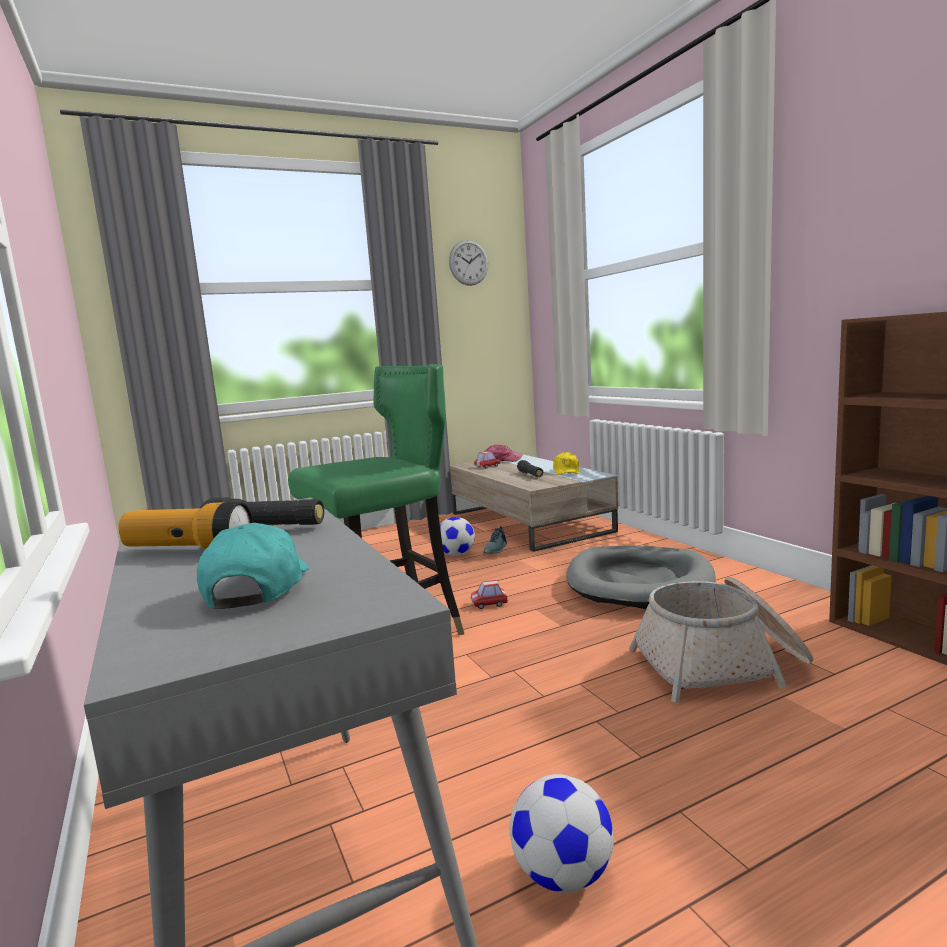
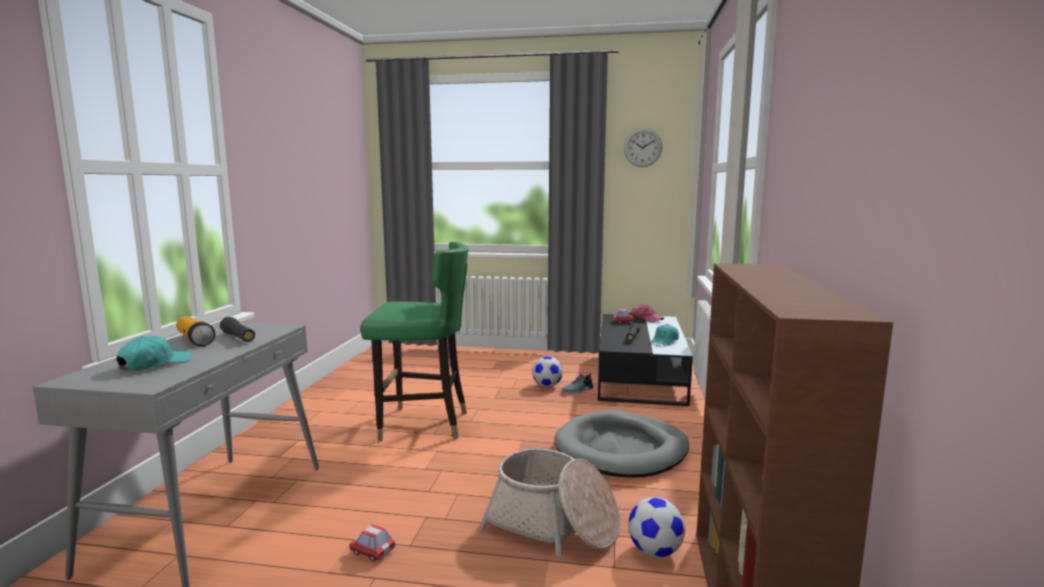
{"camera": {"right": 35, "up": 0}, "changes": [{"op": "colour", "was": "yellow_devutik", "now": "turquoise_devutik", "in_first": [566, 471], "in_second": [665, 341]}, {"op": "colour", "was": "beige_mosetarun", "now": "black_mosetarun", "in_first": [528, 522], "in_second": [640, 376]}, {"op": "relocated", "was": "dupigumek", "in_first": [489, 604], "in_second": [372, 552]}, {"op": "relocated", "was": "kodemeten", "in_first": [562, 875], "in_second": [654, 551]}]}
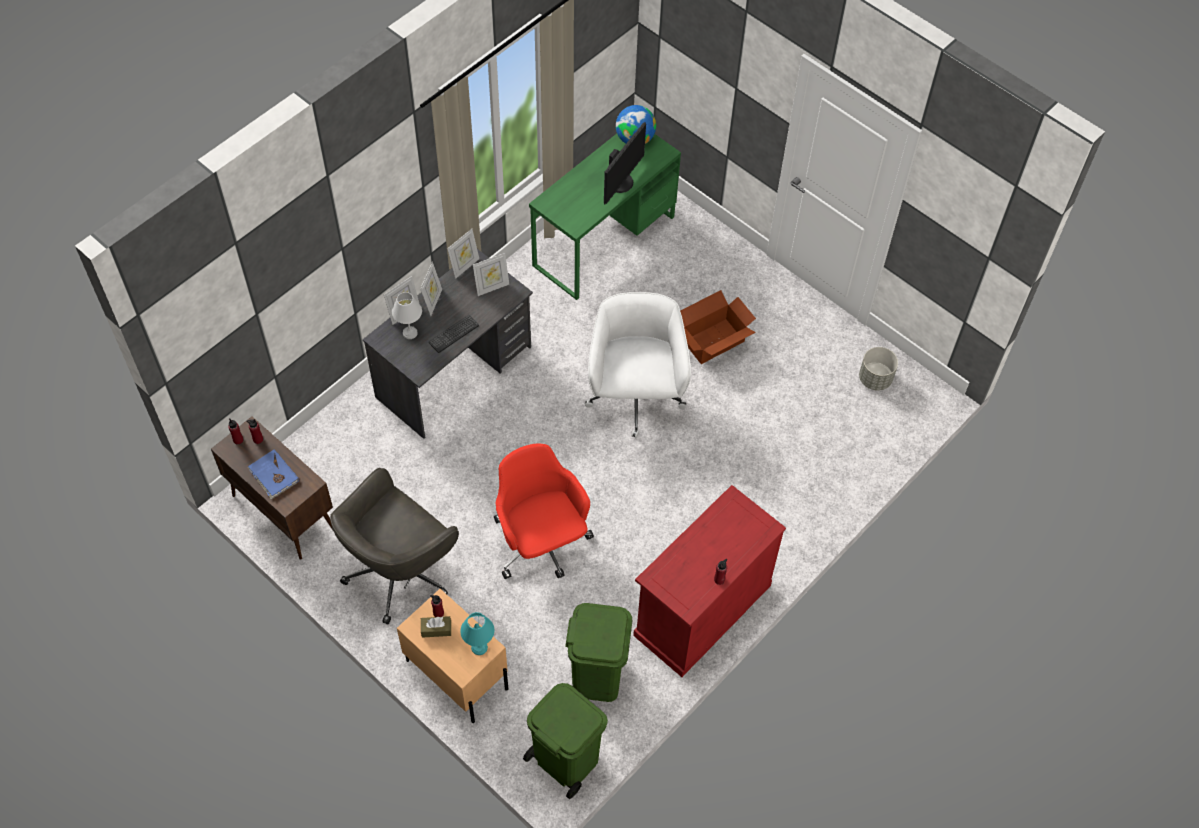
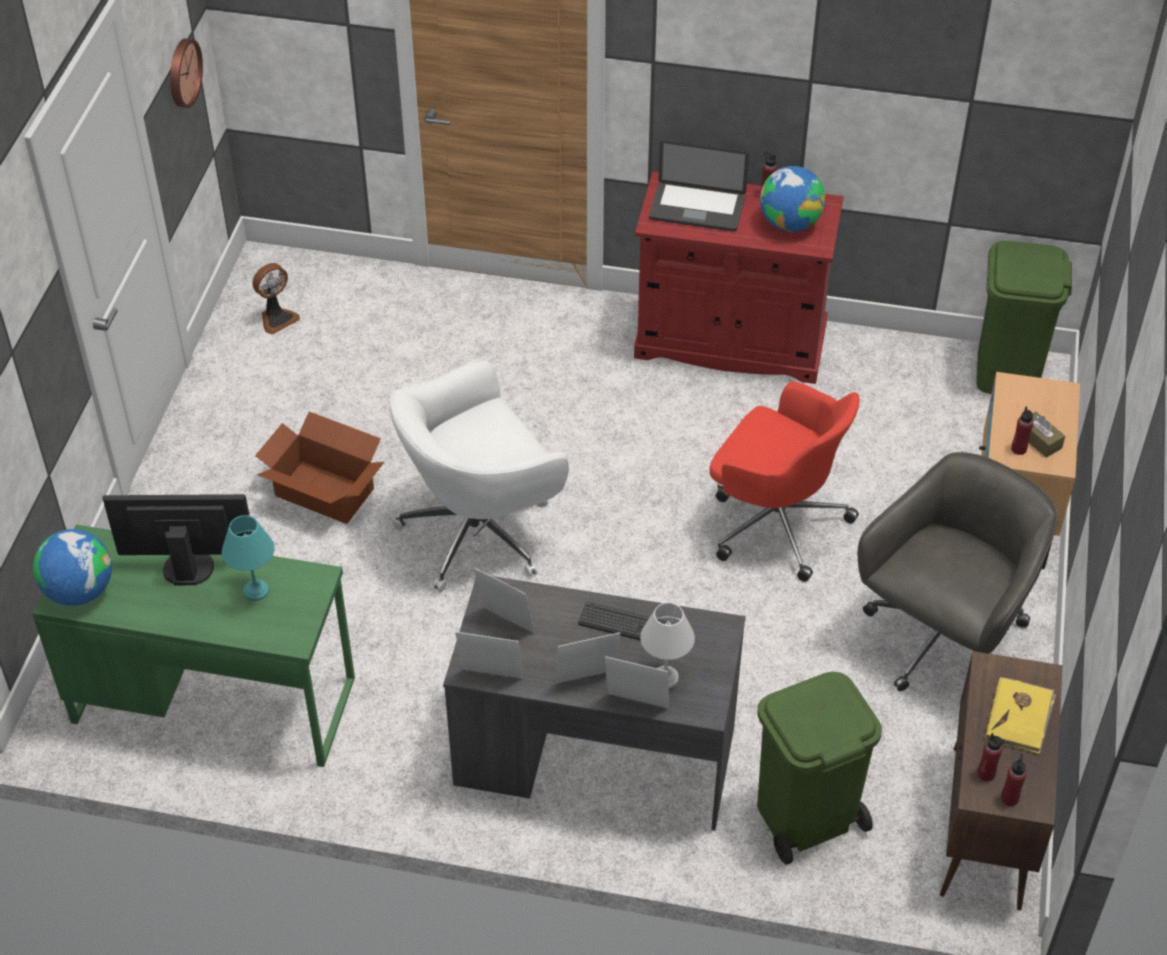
{"camera": {"right": -120, "up": -10}, "changes": [{"op": "exchanged", "was": "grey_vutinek", "now": "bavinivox", "in_first": [875, 379], "in_second": [277, 318]}, {"op": "spun", "was": "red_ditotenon", "in_first": [541, 543], "in_second": [775, 521], "clockwise": -90}, {"op": "colour", "was": "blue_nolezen", "now": "yellow_nolezen", "in_first": [273, 475], "in_second": [1020, 717]}, {"op": "spun", "was": "grey_ditotenon", "in_first": [400, 571], "in_second": [942, 641], "clockwise": -60}, {"op": "relocated", "was": "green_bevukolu", "in_first": [596, 675], "in_second": [805, 816]}, {"op": "relocated", "was": "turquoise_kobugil", "in_first": [480, 648], "in_second": [256, 590]}, {"op": "appeared", "now": "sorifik", "in_second": [182, 72]}, {"op": "appeared", "now": "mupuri", "in_second": [697, 208]}, {"op": "appeared", "now": "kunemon", "in_second": [790, 223]}]}
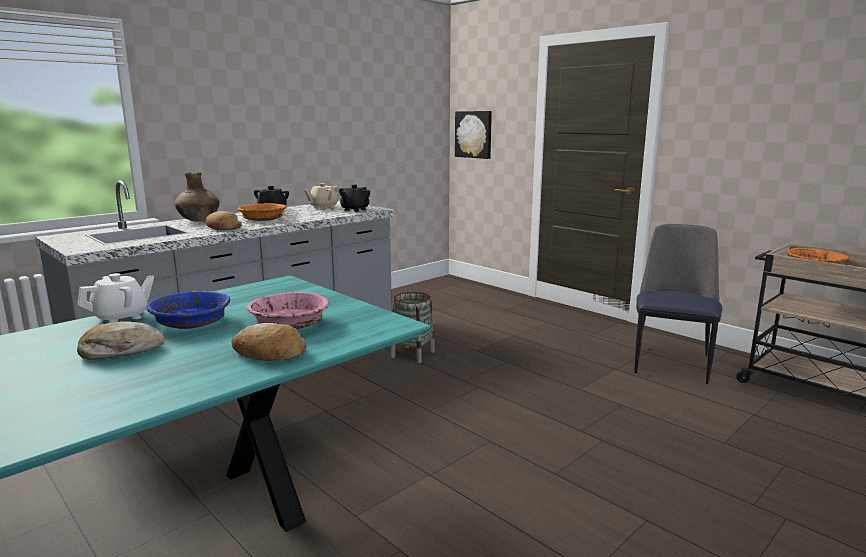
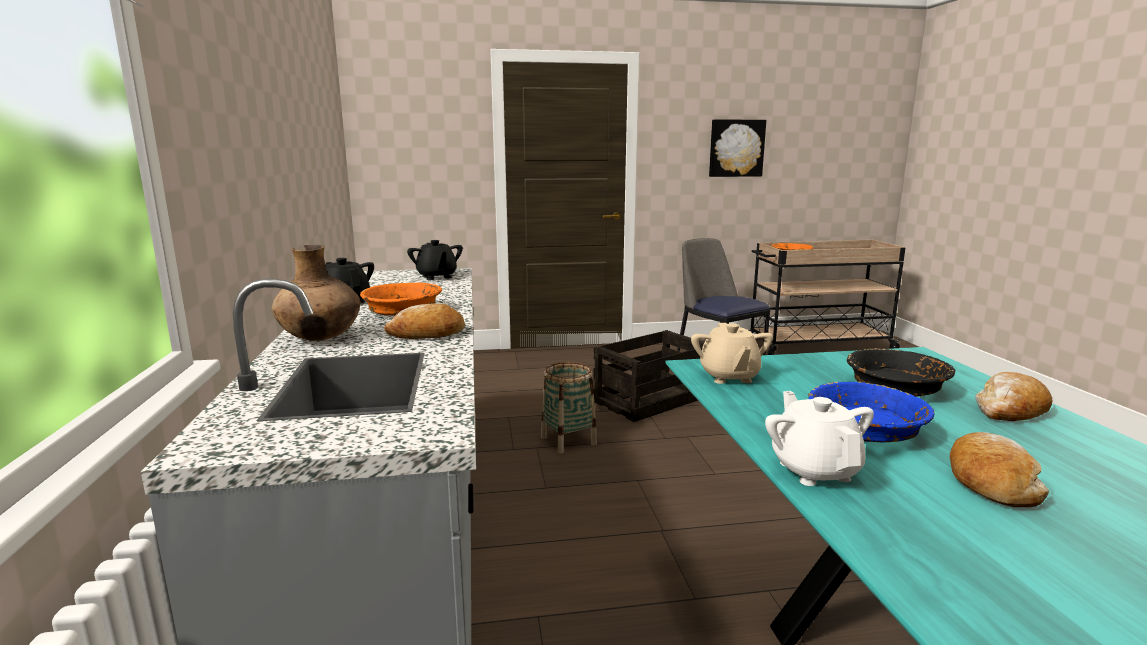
{"camera": {"right": -55, "up": 0}, "changes": [{"op": "relocated", "was": "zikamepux", "in_first": [474, 134], "in_second": [736, 148]}, {"op": "relocated", "was": "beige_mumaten", "in_first": [323, 207], "in_second": [729, 377]}, {"op": "colour", "was": "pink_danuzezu", "now": "black_danuzezu", "in_first": [290, 323], "in_second": [895, 388]}, {"op": "appeared", "now": "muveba", "in_second": [651, 399]}]}
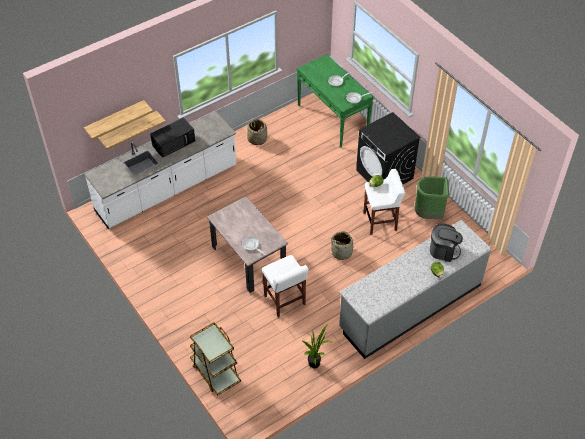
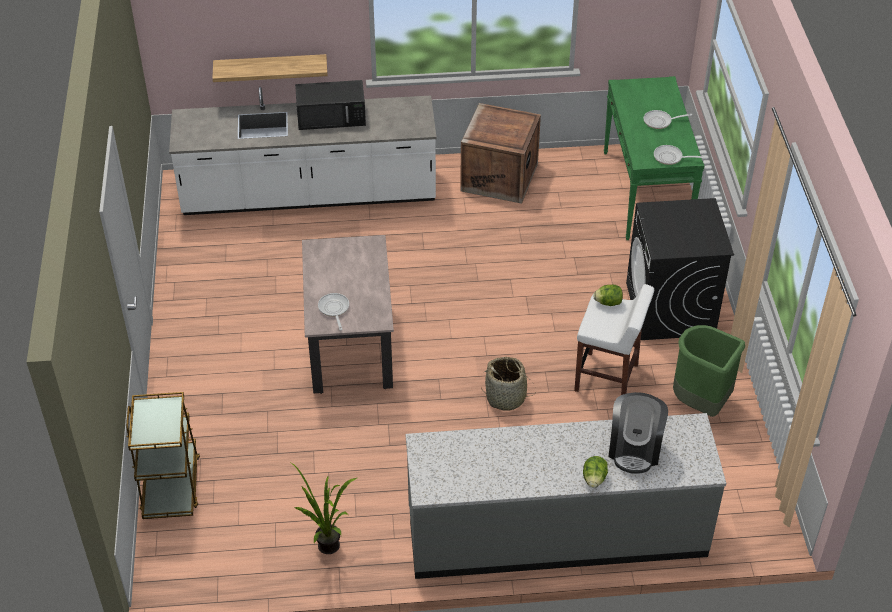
{"camera": {"right": 30, "up": -5}, "changes": [{"op": "missing", "was": "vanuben", "in_first": [115, 119]}, {"op": "exchanged", "was": "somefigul", "now": "muveba", "in_first": [257, 139], "in_second": [500, 176]}, {"op": "spun", "was": "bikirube", "in_first": [443, 250], "in_second": [635, 449], "clockwise": 60}, {"op": "missing", "was": "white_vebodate", "in_first": [285, 301]}]}
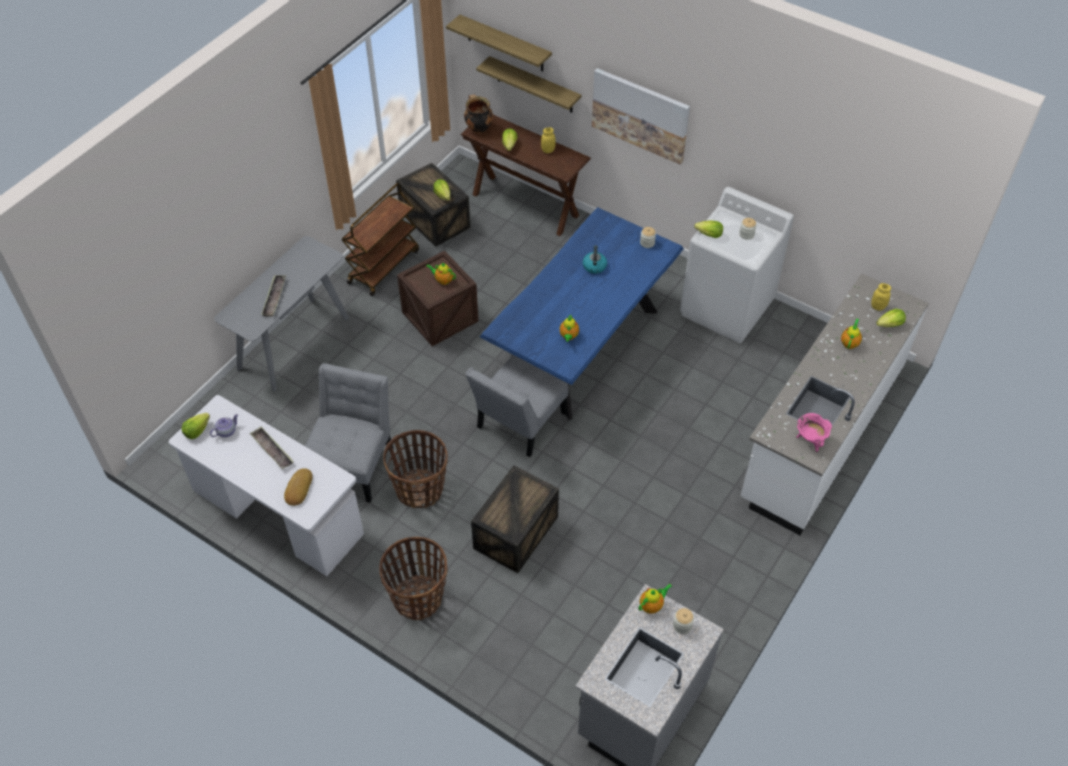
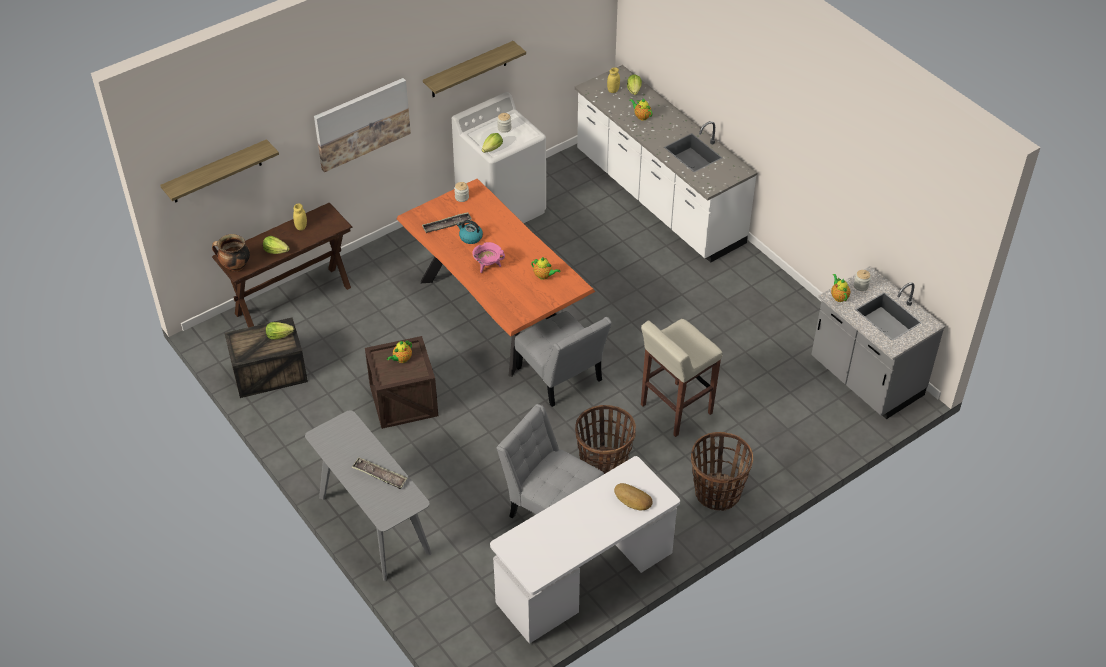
{"camera": {"right": -70, "up": -5}, "changes": [{"op": "relocated", "was": "vanuben", "in_first": [534, 85], "in_second": [469, 70]}, {"op": "missing", "was": "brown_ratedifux", "in_first": [383, 266]}, {"op": "colour", "was": "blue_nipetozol", "now": "orange_nipetozol", "in_first": [582, 347], "in_second": [496, 311]}, {"op": "missing", "was": "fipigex", "in_first": [197, 431]}, {"op": "relocated", "was": "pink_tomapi", "in_first": [810, 440], "in_second": [488, 266]}, {"op": "missing", "was": "mumaten", "in_first": [226, 431]}, {"op": "relocated", "was": "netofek", "in_first": [272, 450], "in_second": [447, 225]}, {"op": "exchanged", "was": "muveba", "now": "beige_vebodate", "in_first": [516, 531], "in_second": [675, 409]}]}
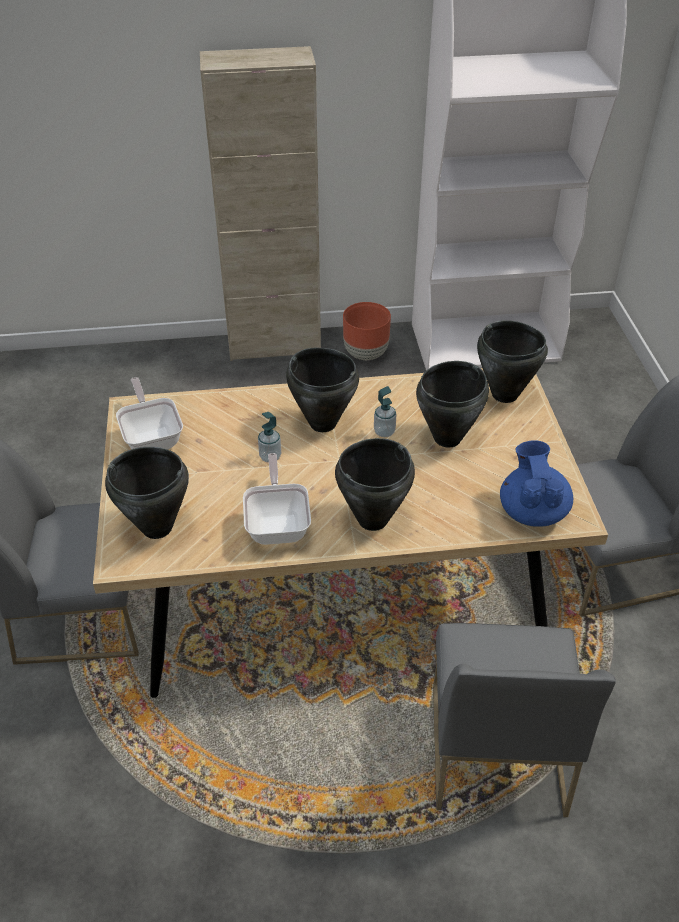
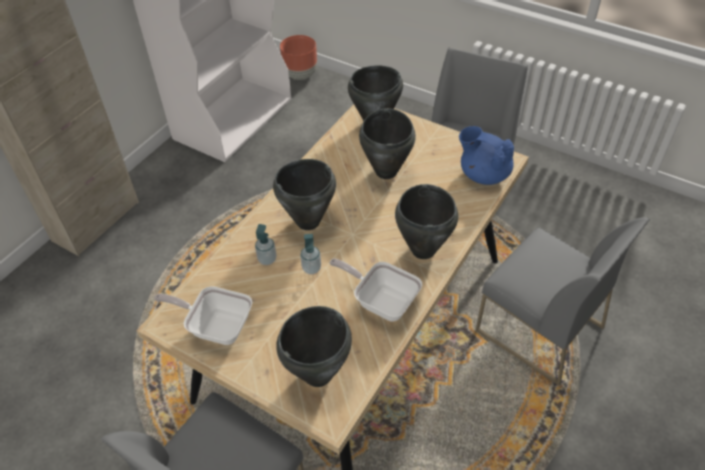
{"camera": {"right": -50, "up": 5}, "changes": [{"op": "relocated", "was": "brown_vutinek", "in_first": [365, 354], "in_second": [300, 75]}, {"op": "relocated", "was": "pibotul", "in_first": [384, 432], "in_second": [267, 259]}]}
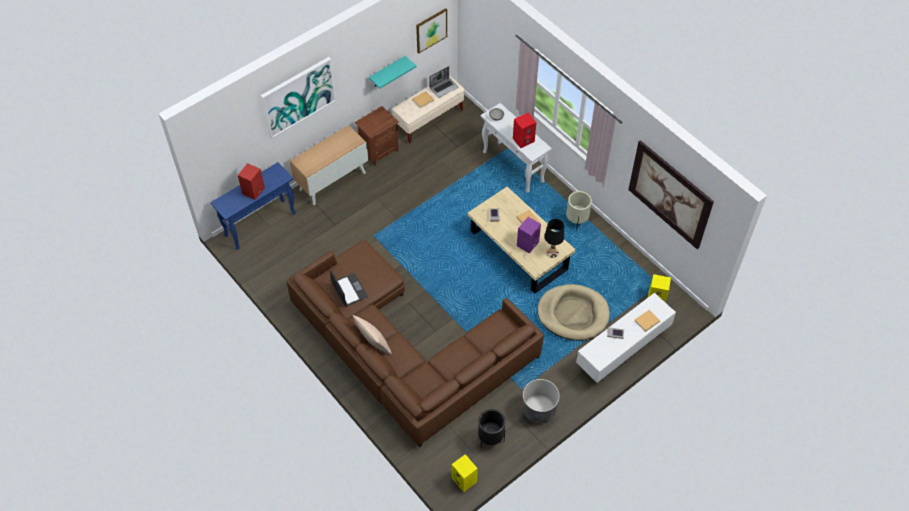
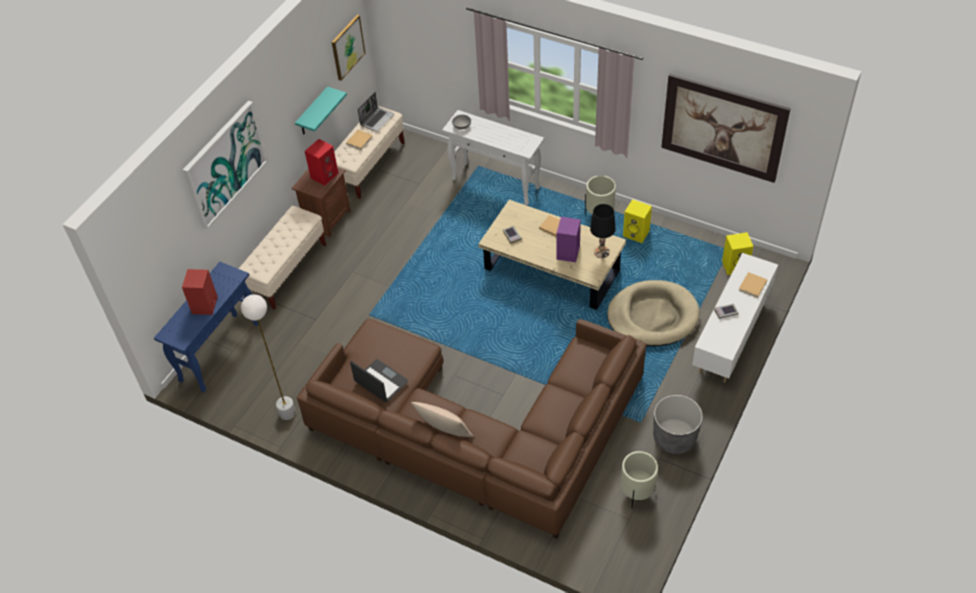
{"camera": {"right": -20, "up": -5}, "changes": [{"op": "relocated", "was": "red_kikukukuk", "in_first": [523, 139], "in_second": [324, 175]}, {"op": "exchanged", "was": "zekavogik", "now": "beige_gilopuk", "in_first": [332, 181], "in_second": [286, 271]}, {"op": "colour", "was": "black_vutinek", "now": "beige_vutinek", "in_first": [490, 438], "in_second": [637, 493]}, {"op": "relocated", "was": "yellow_kikukukuk", "in_first": [465, 480], "in_second": [636, 234]}, {"op": "appeared", "now": "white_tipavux", "in_second": [287, 413]}]}
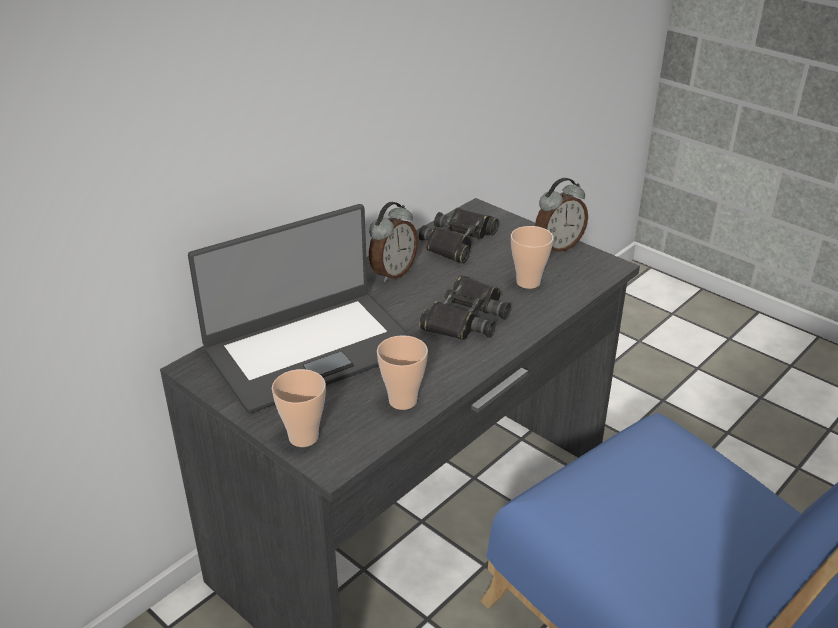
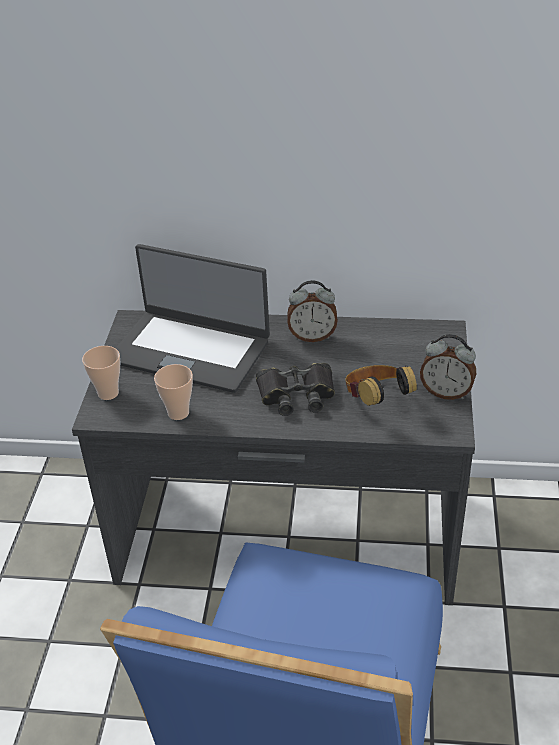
{"camera": {"right": 55, "up": 5}, "changes": [{"op": "missing", "was": "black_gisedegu", "in_first": [457, 242]}, {"op": "exchanged", "was": "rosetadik", "now": "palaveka", "in_first": [528, 282], "in_second": [376, 401]}]}
